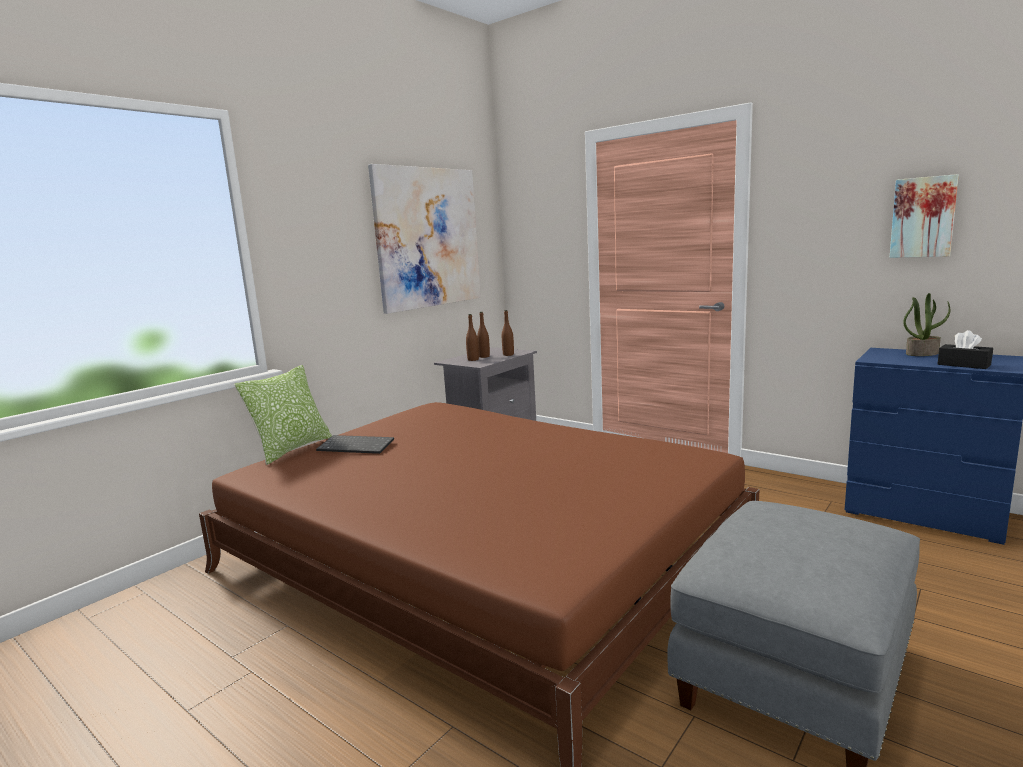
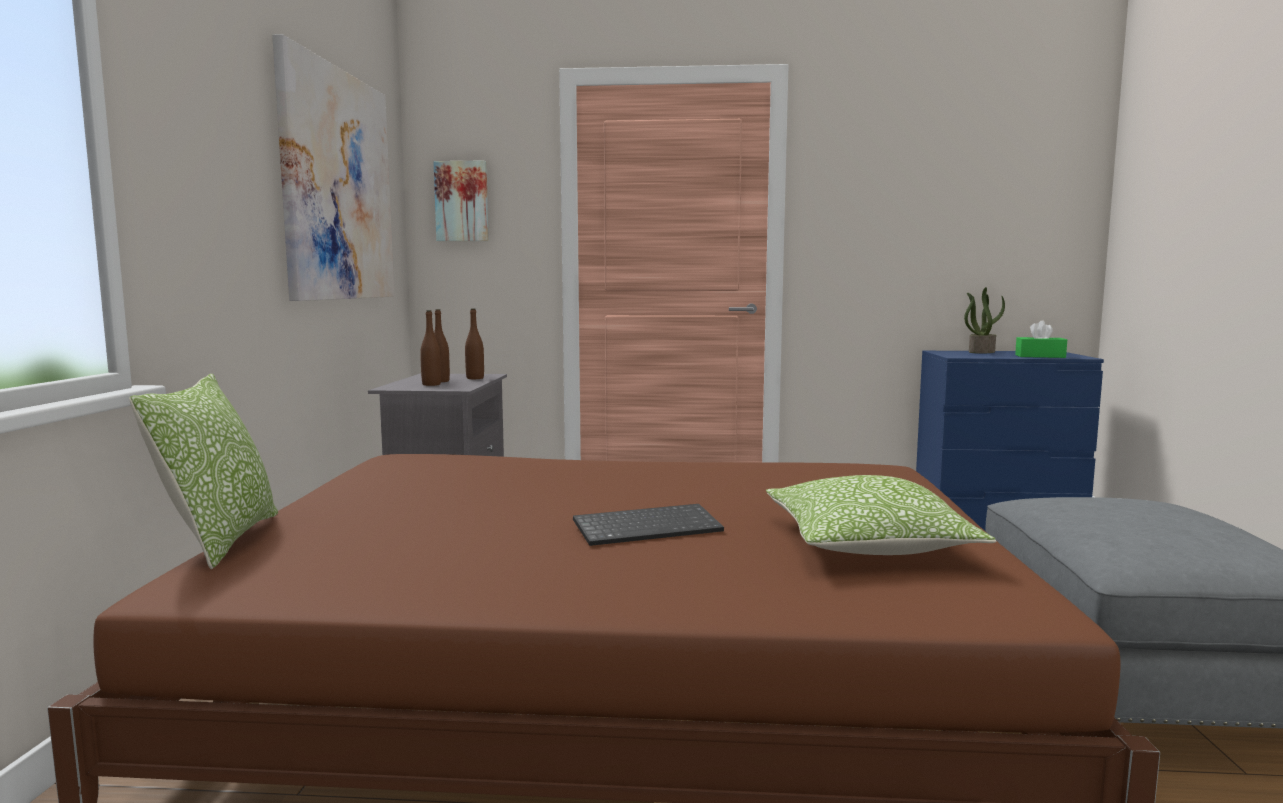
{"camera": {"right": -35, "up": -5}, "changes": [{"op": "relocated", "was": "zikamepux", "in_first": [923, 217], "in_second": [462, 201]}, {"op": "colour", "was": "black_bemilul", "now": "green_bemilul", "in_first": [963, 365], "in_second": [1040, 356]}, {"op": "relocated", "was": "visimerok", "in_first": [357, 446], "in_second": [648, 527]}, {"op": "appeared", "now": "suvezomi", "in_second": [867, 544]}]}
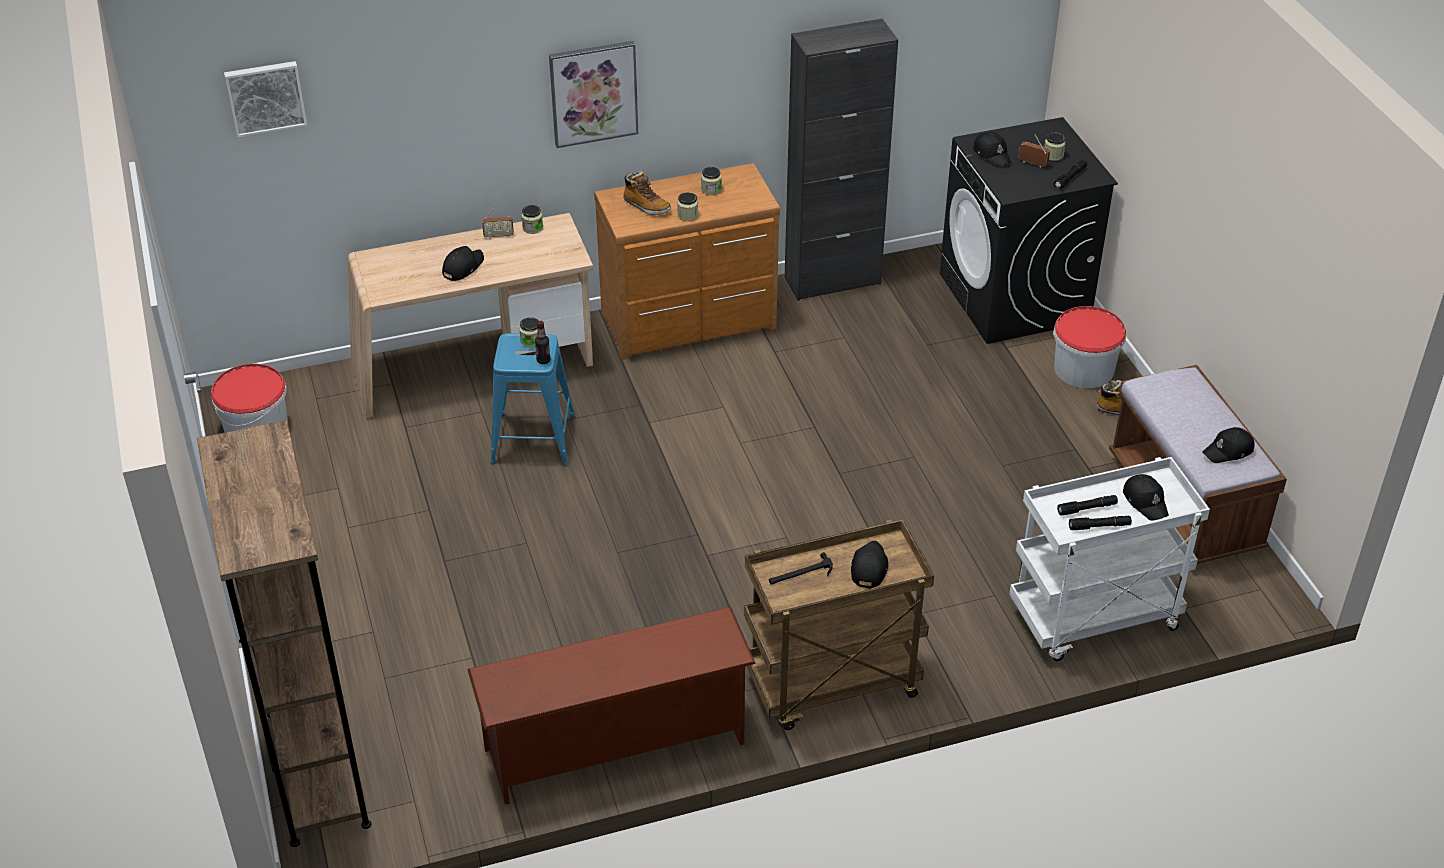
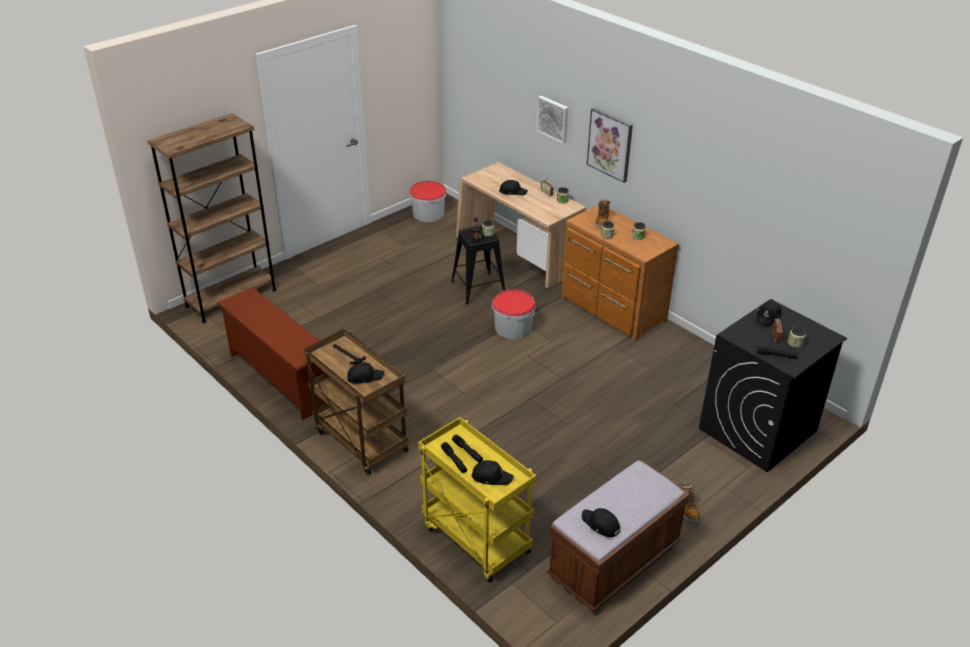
{"camera": {"right": 65, "up": -5}, "changes": [{"op": "missing", "was": "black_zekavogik", "in_first": [832, 281]}, {"op": "relocated", "was": "zikamepux", "in_first": [265, 97], "in_second": [553, 118]}, {"op": "relocated", "was": "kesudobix", "in_first": [1084, 369], "in_second": [513, 327]}, {"op": "colour", "was": "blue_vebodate", "now": "black_vebodate", "in_first": [534, 439], "in_second": [478, 288]}, {"op": "colour", "was": "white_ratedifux", "now": "yellow_ratedifux", "in_first": [1093, 620], "in_second": [474, 539]}, {"op": "spun", "was": "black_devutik", "in_first": [1145, 501], "in_second": [491, 477], "clockwise": -120}]}
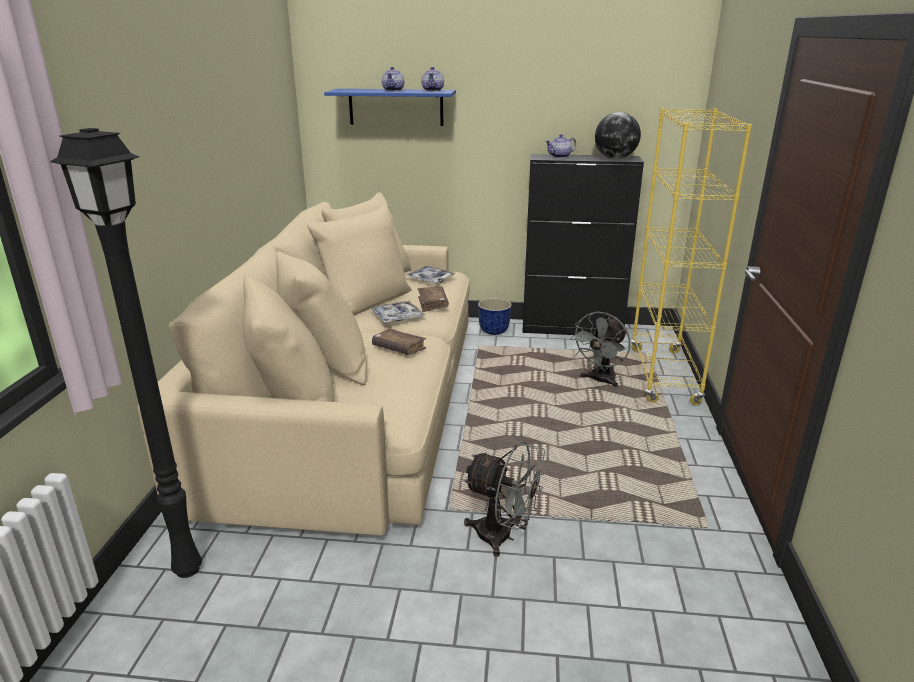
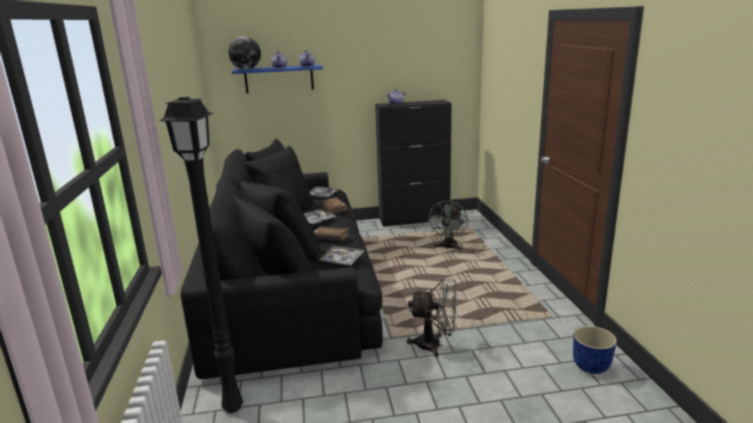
{"camera": {"right": -15, "up": -5}, "changes": [{"op": "missing", "was": "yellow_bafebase", "in_first": [663, 376]}, {"op": "relocated", "was": "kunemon", "in_first": [615, 158], "in_second": [246, 69]}, {"op": "colour", "was": "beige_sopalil", "now": "black_sopalil", "in_first": [352, 404], "in_second": [290, 287]}, {"op": "relocated", "was": "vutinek", "in_first": [493, 331], "in_second": [590, 367]}, {"op": "appeared", "now": "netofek", "in_second": [342, 260]}]}
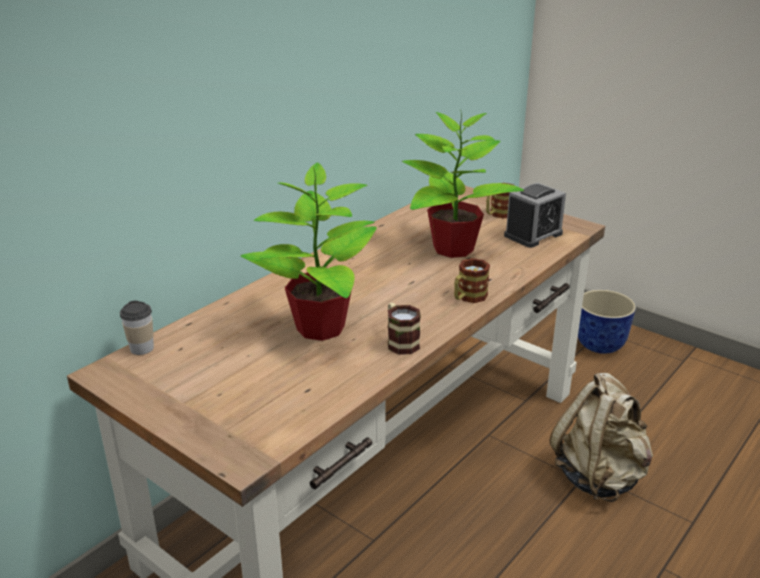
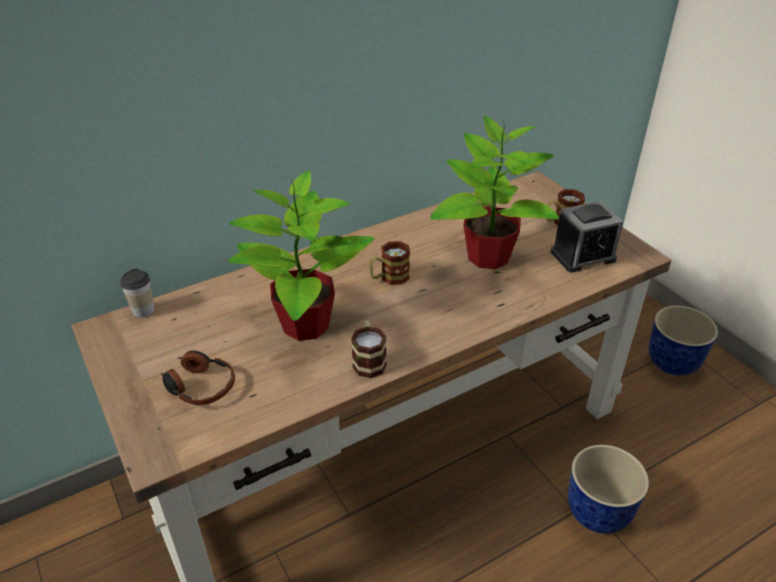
{"camera": {"right": 20, "up": 10}, "changes": [{"op": "relocated", "was": "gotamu", "in_first": [468, 297], "in_second": [389, 278]}, {"op": "exchanged", "was": "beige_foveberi", "now": "vutinek", "in_first": [599, 476], "in_second": [596, 512]}, {"op": "appeared", "now": "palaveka", "in_second": [199, 386]}]}
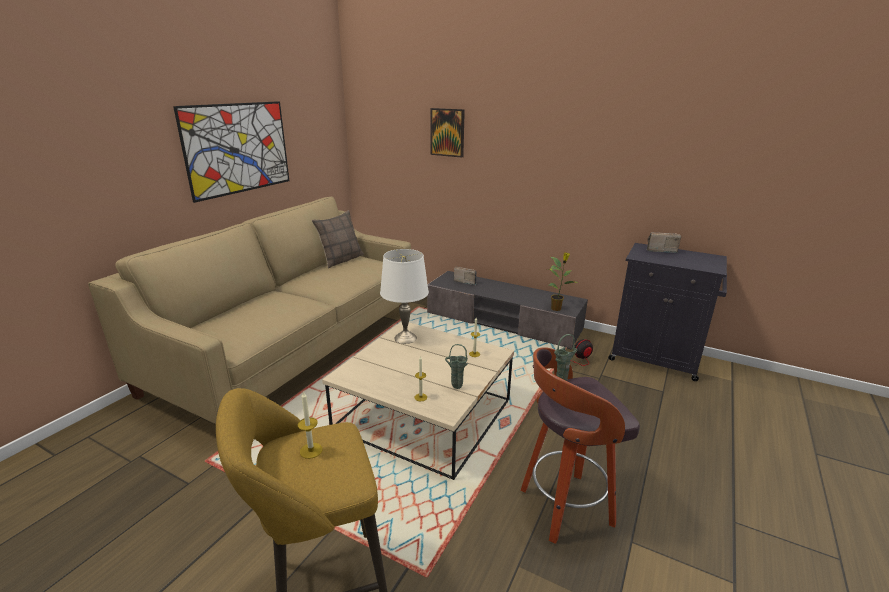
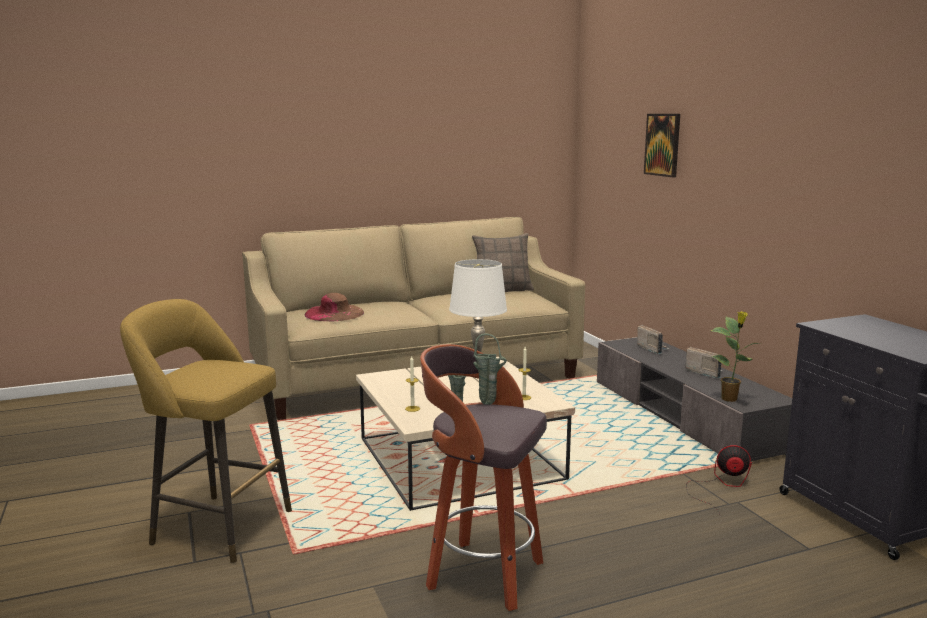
{"camera": {"right": 40, "up": -10}, "changes": [{"op": "missing", "was": "zikamepux", "in_first": [238, 148]}, {"op": "relocated", "was": "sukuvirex", "in_first": [659, 250], "in_second": [704, 372]}, {"op": "missing", "was": "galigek", "in_first": [311, 450]}, {"op": "appeared", "now": "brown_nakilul", "in_second": [334, 313]}]}
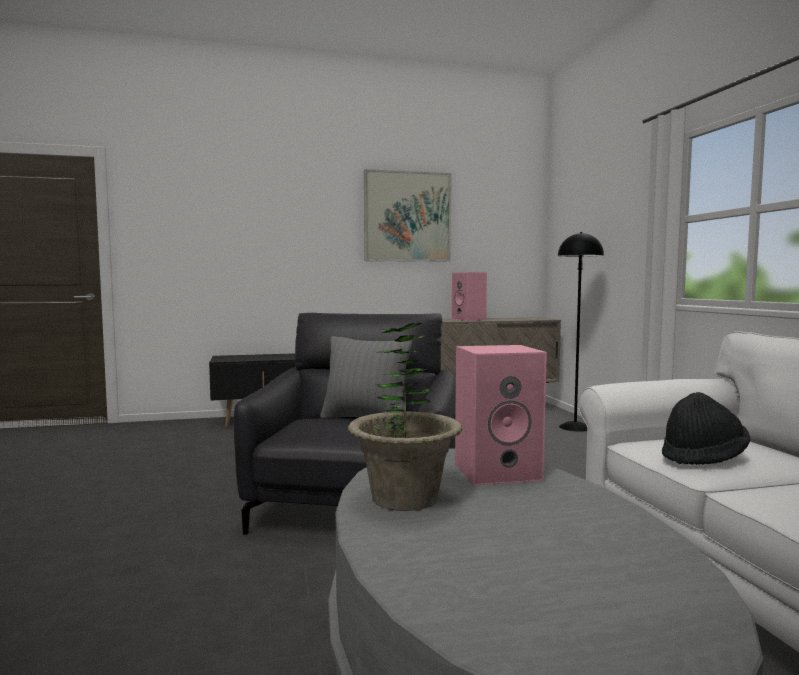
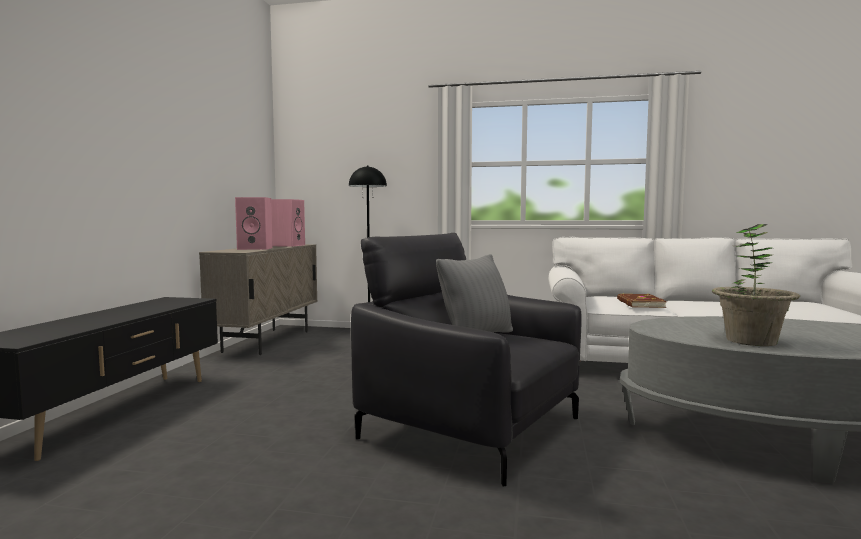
{"camera": {"right": -65, "up": 0}, "changes": [{"op": "missing", "was": "zikamepux", "in_first": [407, 217]}, {"op": "relocated", "was": "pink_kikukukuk", "in_first": [498, 471], "in_second": [288, 245]}, {"op": "exchanged", "was": "black_nakilul", "now": "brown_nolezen", "in_first": [703, 457], "in_second": [639, 303]}]}
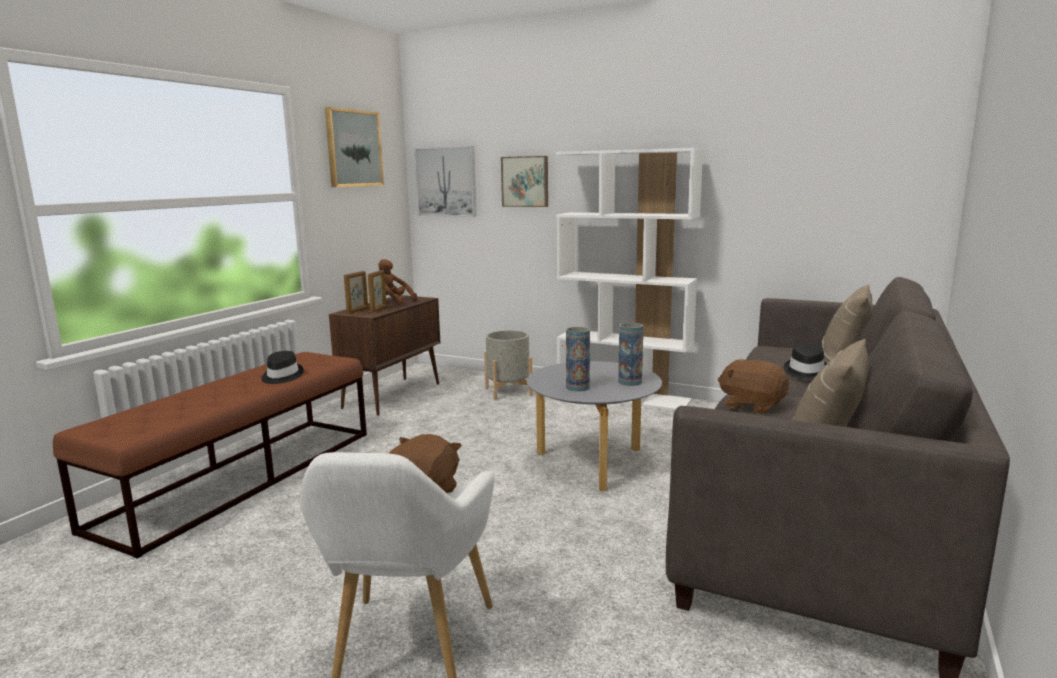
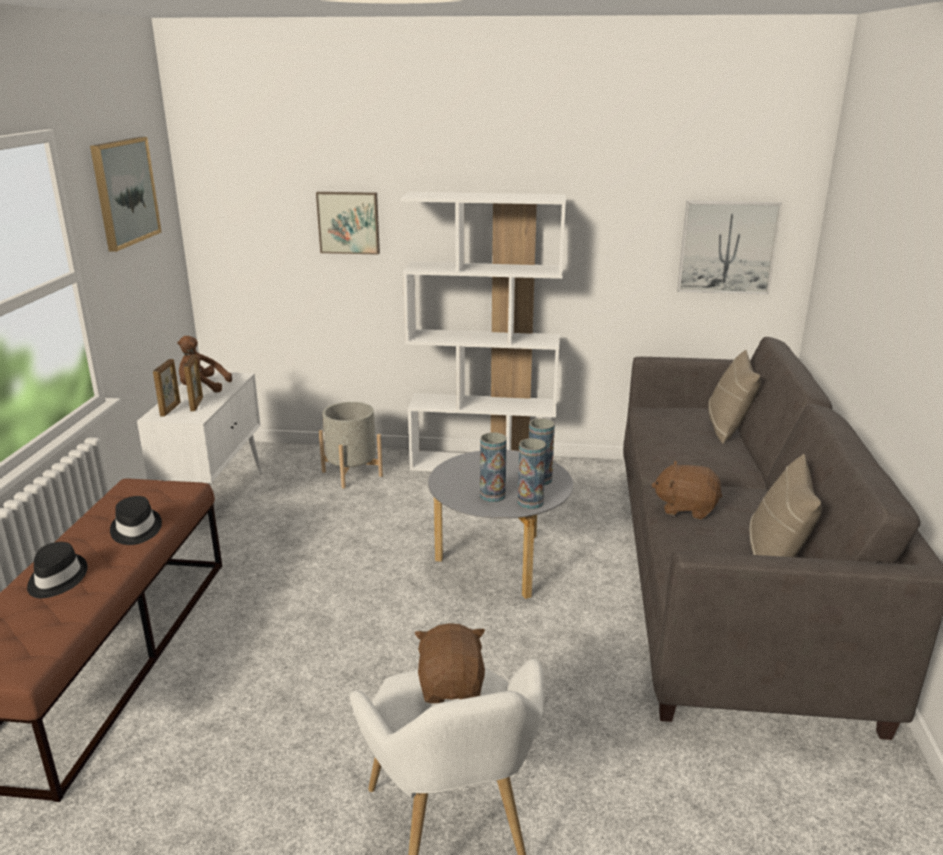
{"camera": {"right": -20, "up": 10}, "changes": [{"op": "relocated", "was": "zikamepux", "in_first": [446, 182], "in_second": [727, 247]}, {"op": "colour", "was": "brown_zekavogik", "now": "white_zekavogik", "in_first": [393, 395], "in_second": [215, 499]}, {"op": "relocated", "was": "black_nakilul", "in_first": [805, 372], "in_second": [56, 579]}, {"op": "appeared", "now": "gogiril", "in_second": [530, 502]}]}
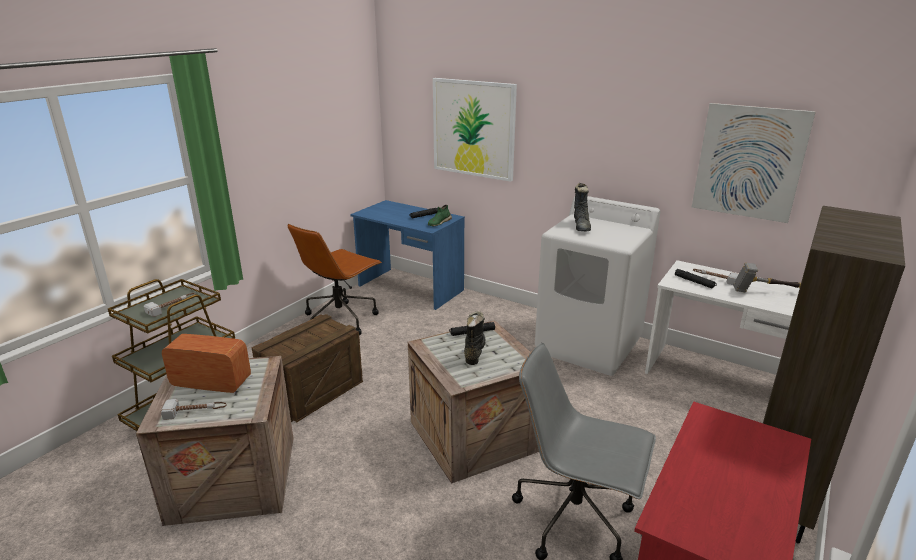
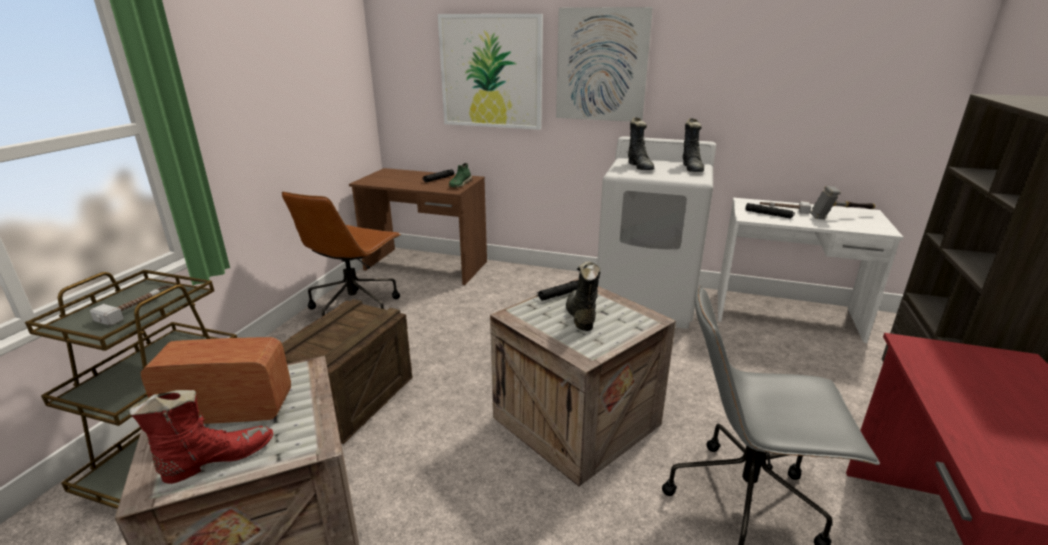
{"camera": {"right": -15, "up": 0}, "changes": [{"op": "relocated", "was": "zikamepux", "in_first": [749, 162], "in_second": [601, 65]}, {"op": "colour", "was": "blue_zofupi", "now": "brown_zofupi", "in_first": [410, 288], "in_second": [426, 266]}, {"op": "exchanged", "was": "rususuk", "now": "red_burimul", "in_first": [195, 411], "in_second": [217, 459]}, {"op": "appeared", "now": "black_burimul", "in_second": [692, 168]}]}
